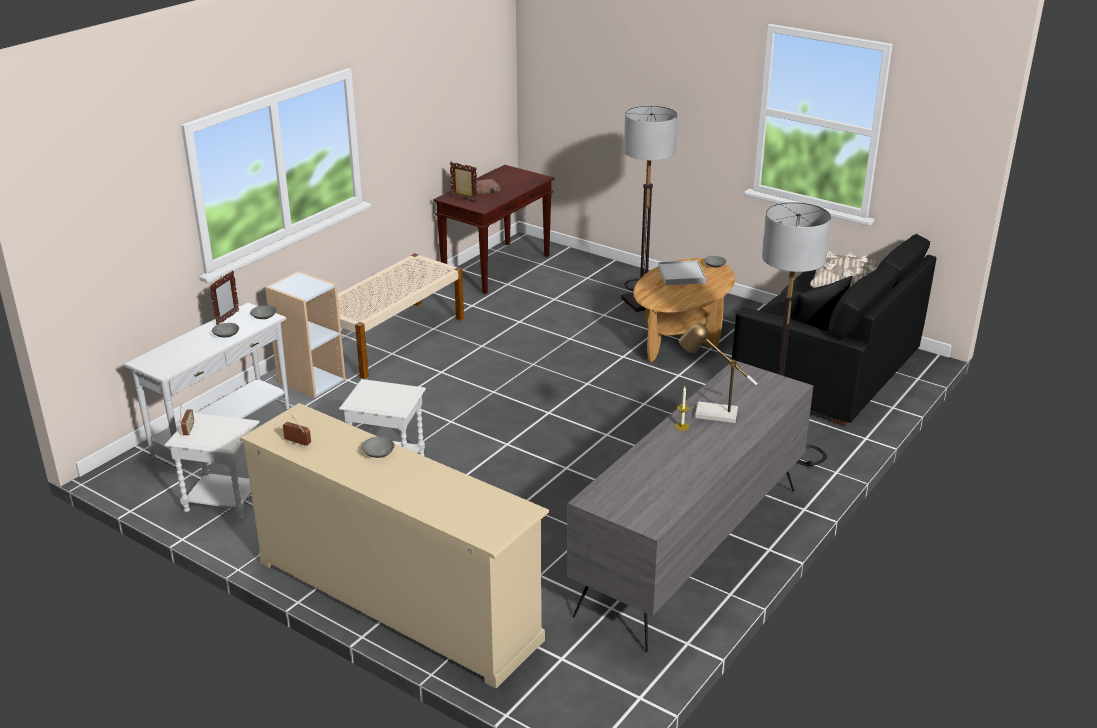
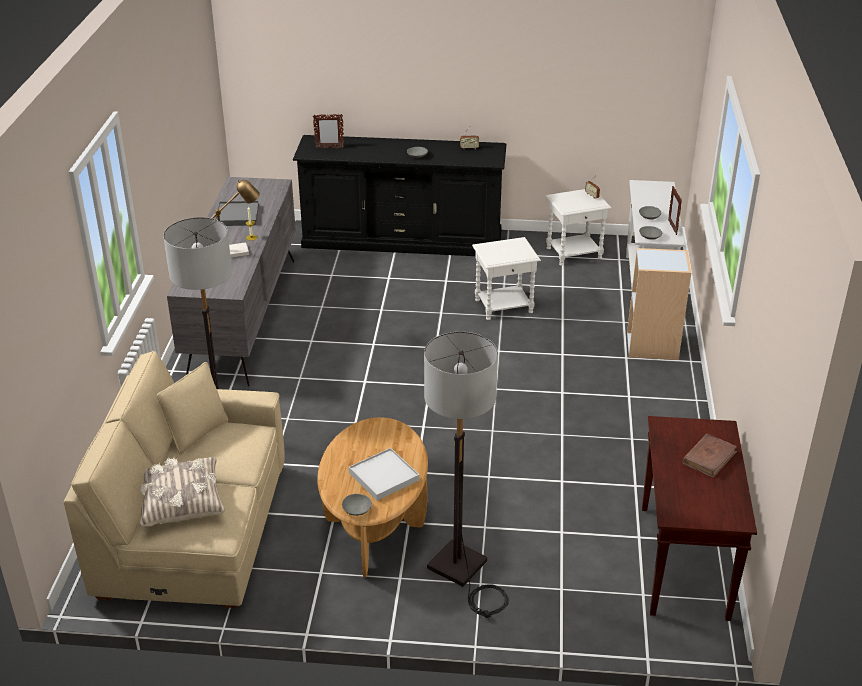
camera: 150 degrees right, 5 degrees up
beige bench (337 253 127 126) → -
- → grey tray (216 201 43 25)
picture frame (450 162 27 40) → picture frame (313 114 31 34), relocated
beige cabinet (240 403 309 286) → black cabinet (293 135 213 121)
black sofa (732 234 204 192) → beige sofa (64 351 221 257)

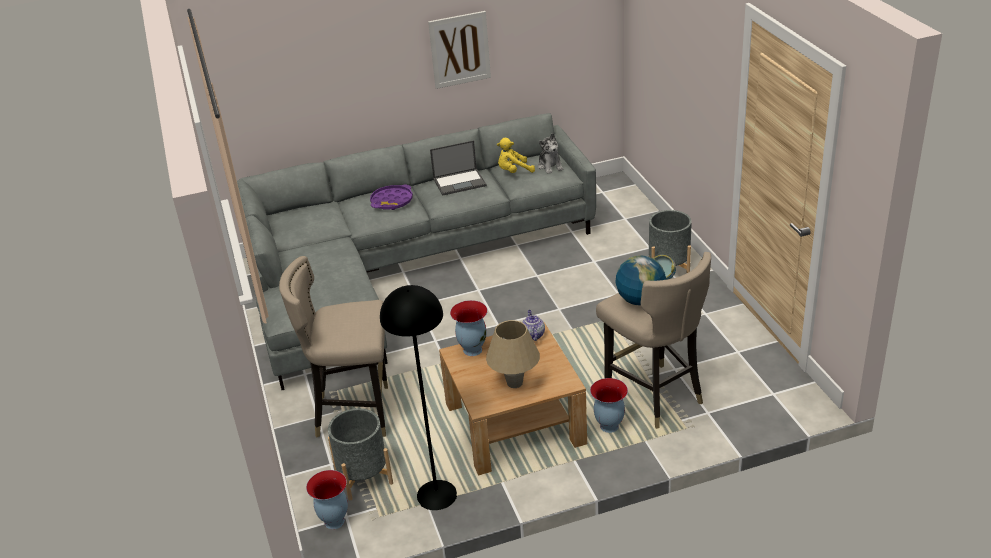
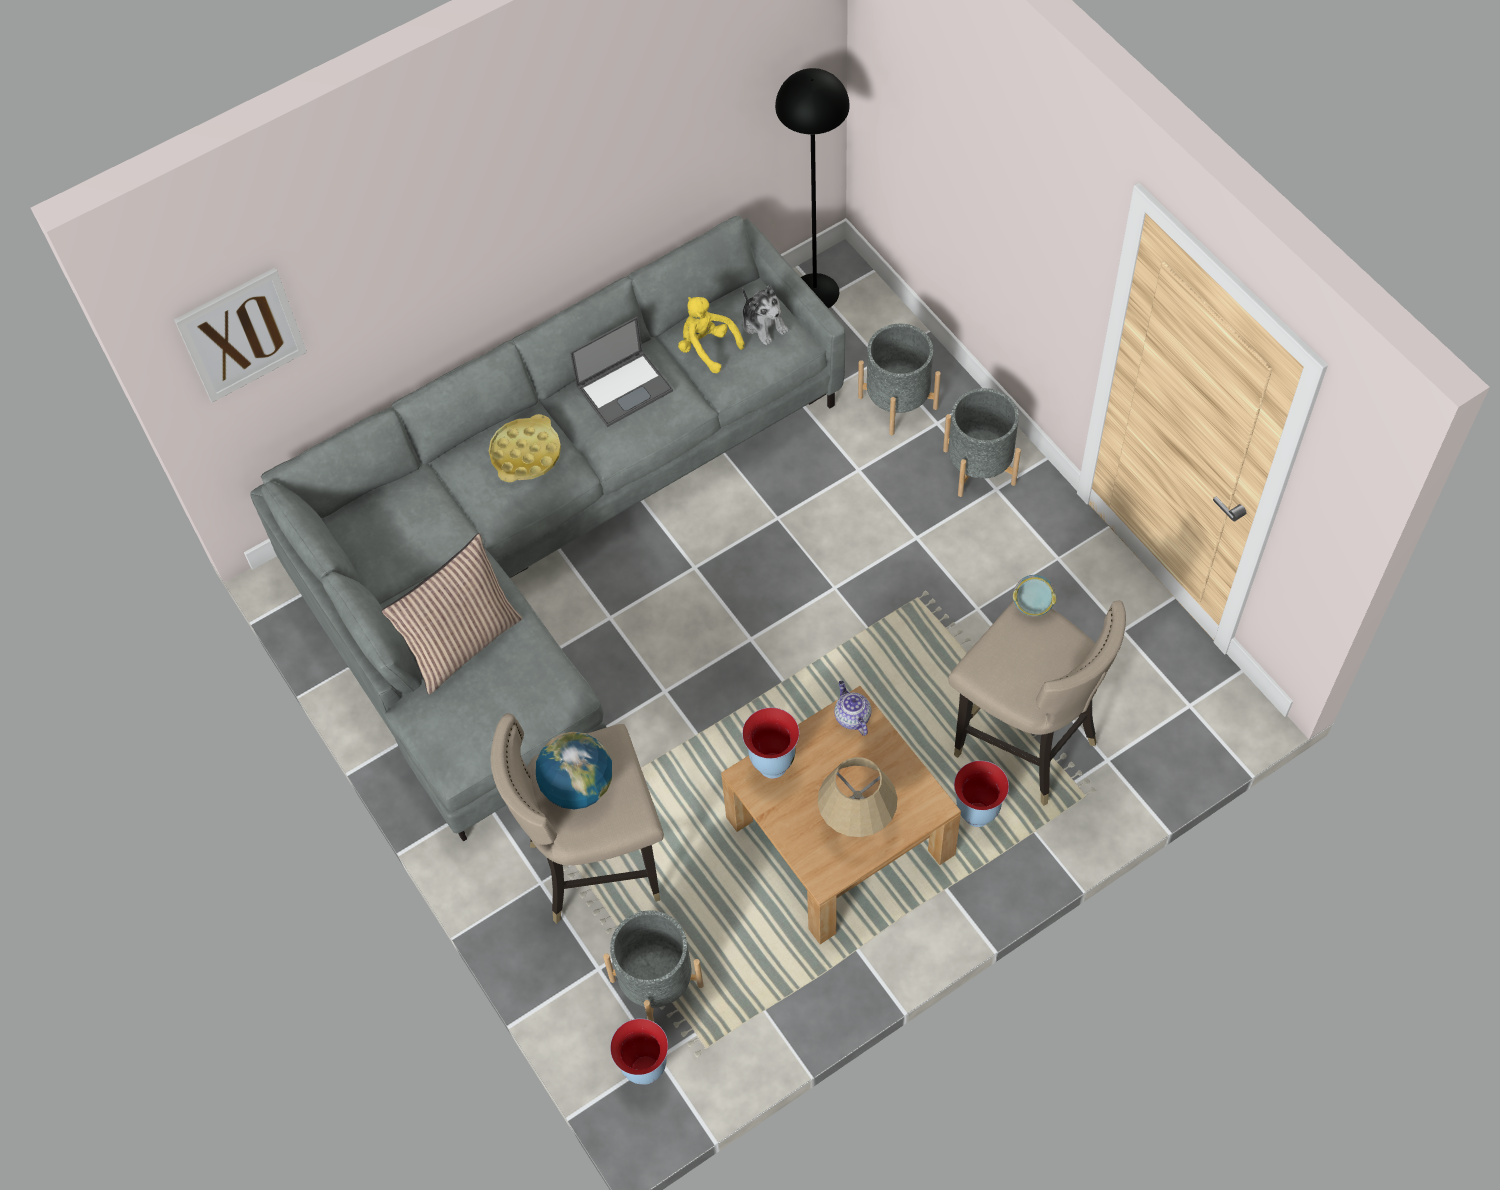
camera: 15 degrees left, 25 degrees up
- → pillow (382 533 141 161)
- → grey planter (858 324 83 111)
black floor lamp (380 285 77 225) → black floor lamp (775 68 75 240), relocated
picture (428 11 63 78) → picture (174 268 133 135), relocated
globe (615 255 51 51) → globe (536 731 76 78), relocated
purple tray (370 185 43 25) → yellow tray (489 414 72 68)
yellow plush toy (497 138 38 35) → yellow plush toy (678 297 67 76), 75 degrees clockwise

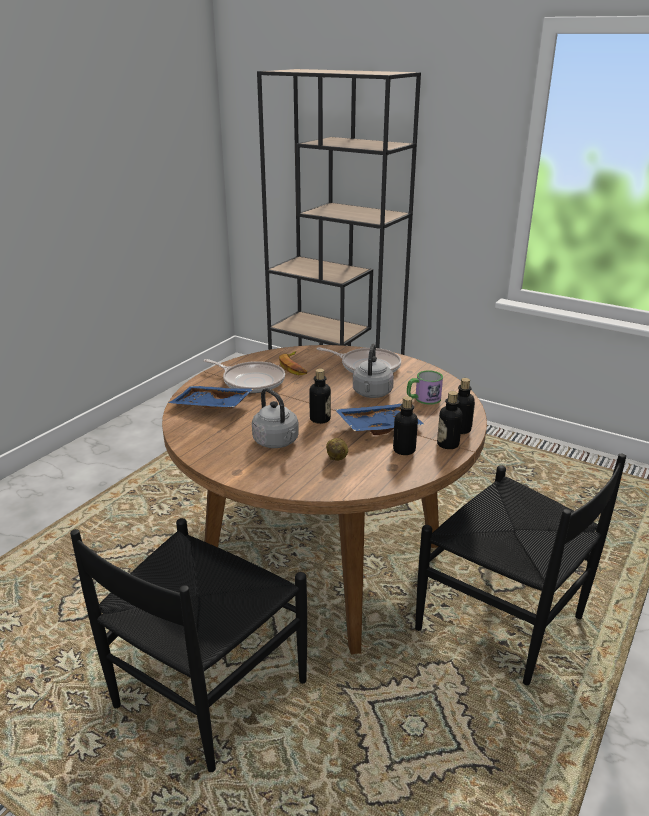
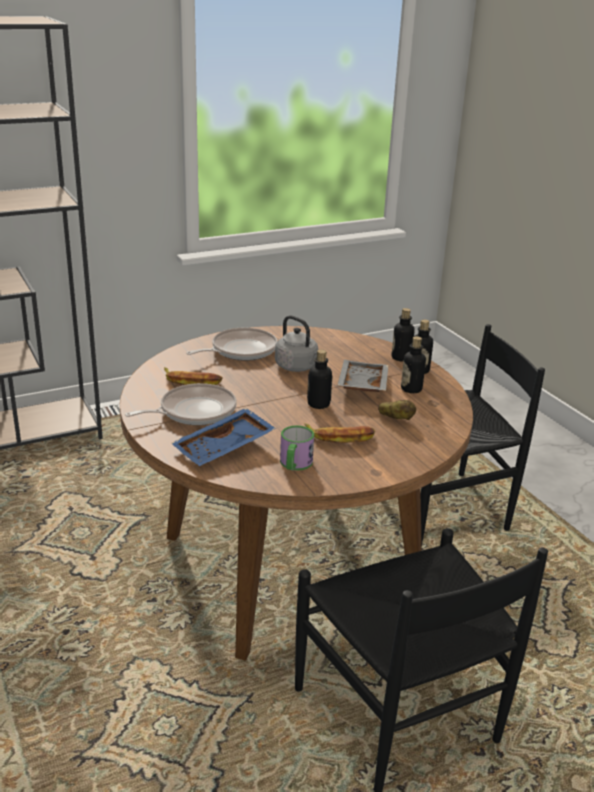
camera: 60 degrees left, 0 degrees up
mug (407 370 36 35) → mug (280 425 34 46), relocated
grey kettle (252 388 47 60) → banana (305 423 70 20)
blue tray (335 404 90 31) → grey tray (337 360 52 32)

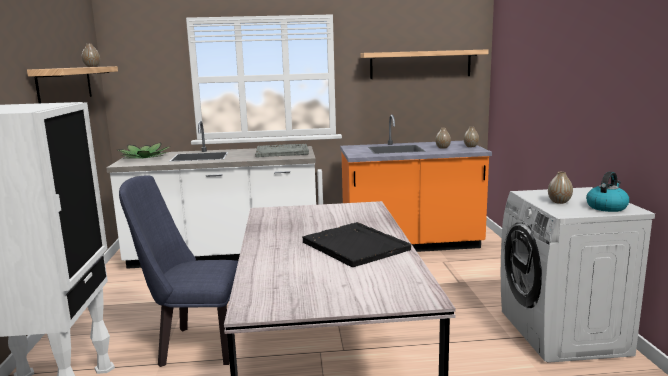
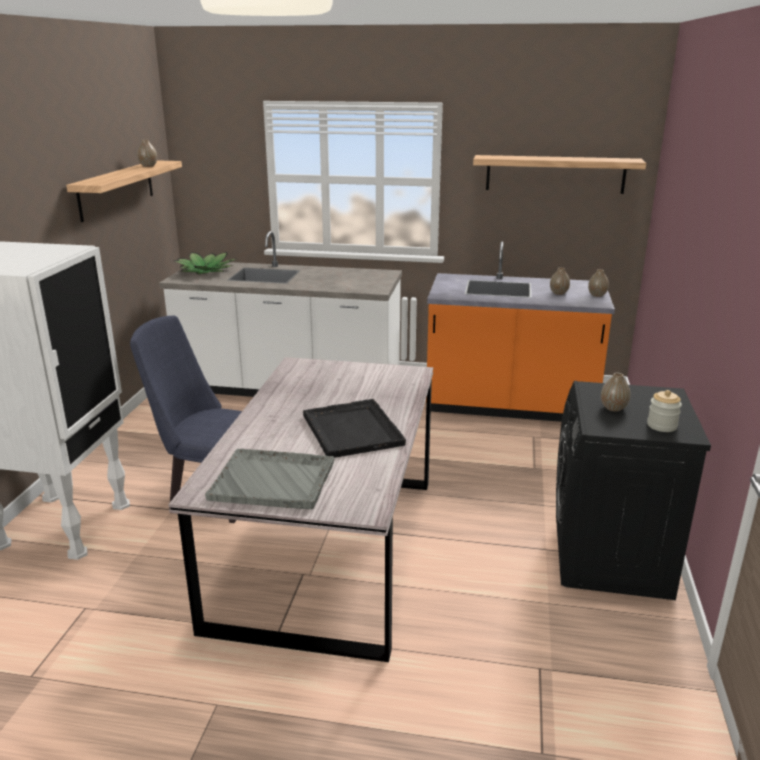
camera: 15 degrees right, 10 degrees up
grey tray (255 144 54 13) → grey tray (205 449 129 60), relocated
kettle (586 171 44 41) → jar (647 390 35 42)
white washing machine (501 187 154 176) → black washing machine (556 381 155 219)

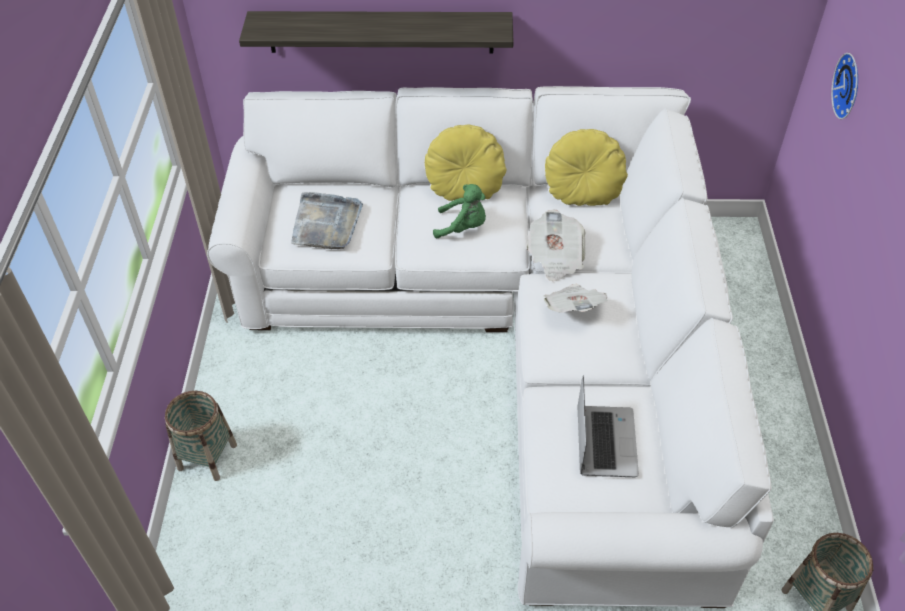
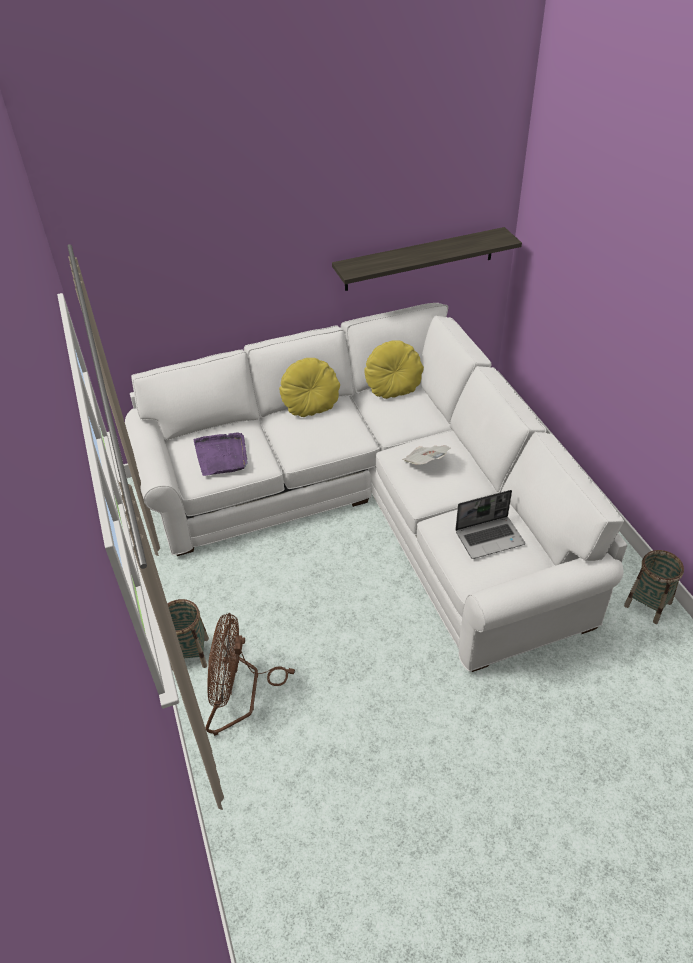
camera: 20 degrees left, 5 degrees down
green plush toy (433 184 53 54) → -
newspaper (526 210 59 72) → -
wall clock (831 53 27 66) → -
- → brown fan (206 613 90 123)
shelf (239 11 275 43) → shelf (332 227 190 64), relocated
grey tray (291 192 72 57) → purple tray (193 432 55 44)
laptop (578 375 61 102) → laptop (455 490 70 69), 90 degrees clockwise

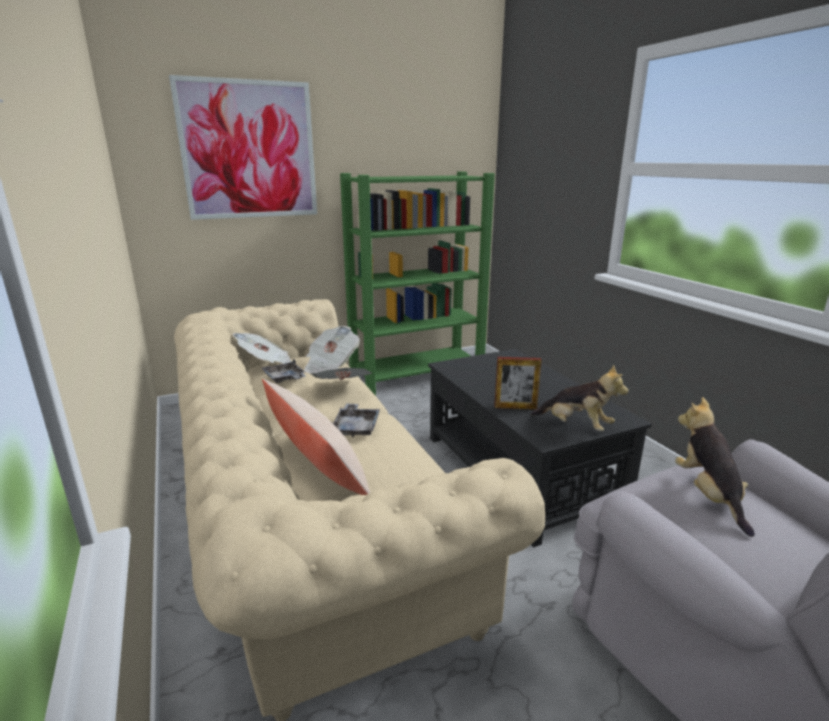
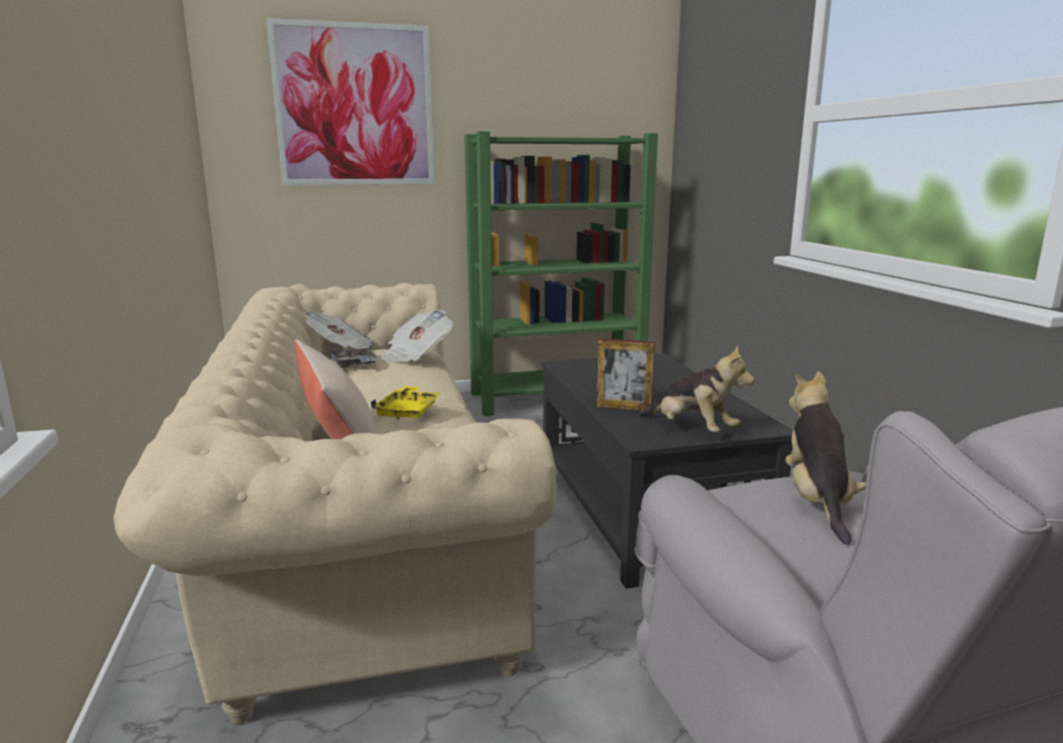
camera: 10 degrees right, 5 degrees down
newspaper (309 368 63 12) → -
grey tray (333 403 47 34) → yellow tray (371 386 70 34)

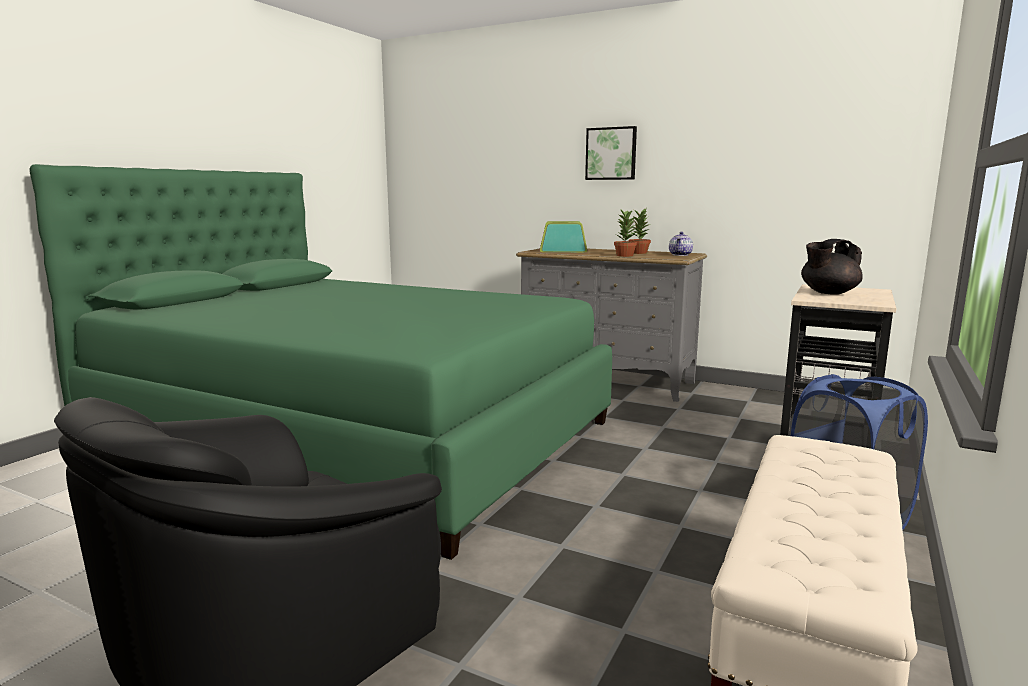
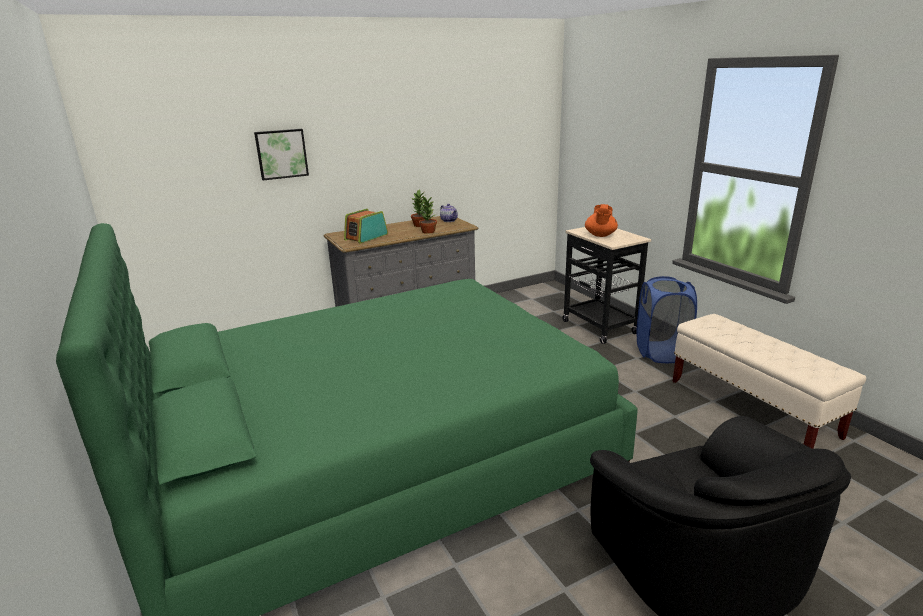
camera: 55 degrees left, 10 degrees up
picture (585 126 52 54) → picture (254 129 55 51), relocated
black teapot (801 239 62 56) → orange teapot (585 204 33 33)

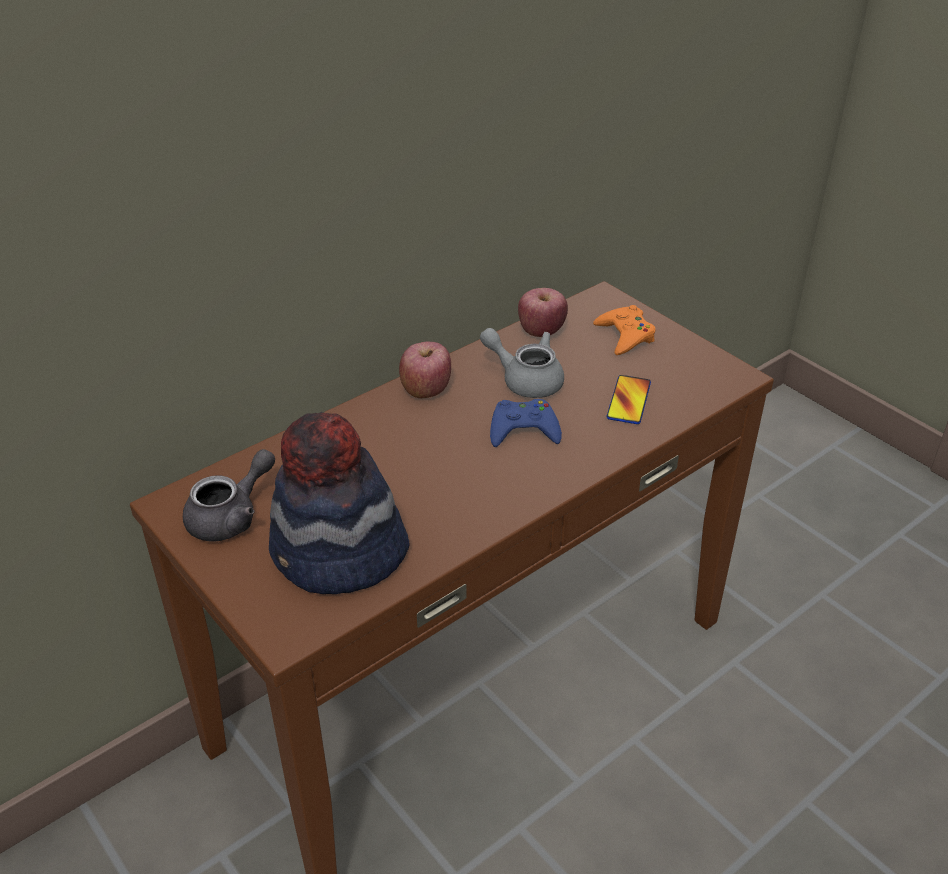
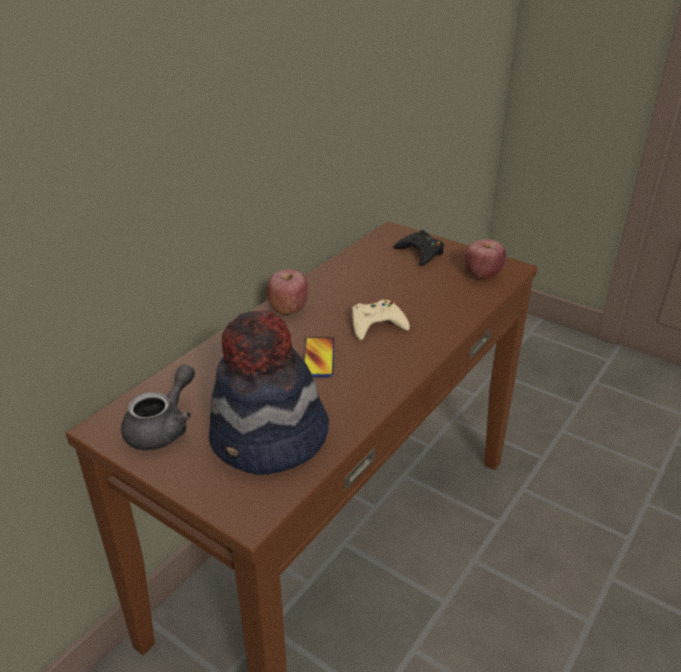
camera: 15 degrees left, 5 degrees down
grey teapot (480 328 84 70) → -
apple (518 288 50 49) → apple (464 239 42 40), relocated
phone (607 375 44 49) → phone (304 337 30 40), relocated
blue game controller (490 399 72 48) → beige game controller (352 300 58 40)
orange game controller (593 305 62 50) → black game controller (394 230 50 36)

